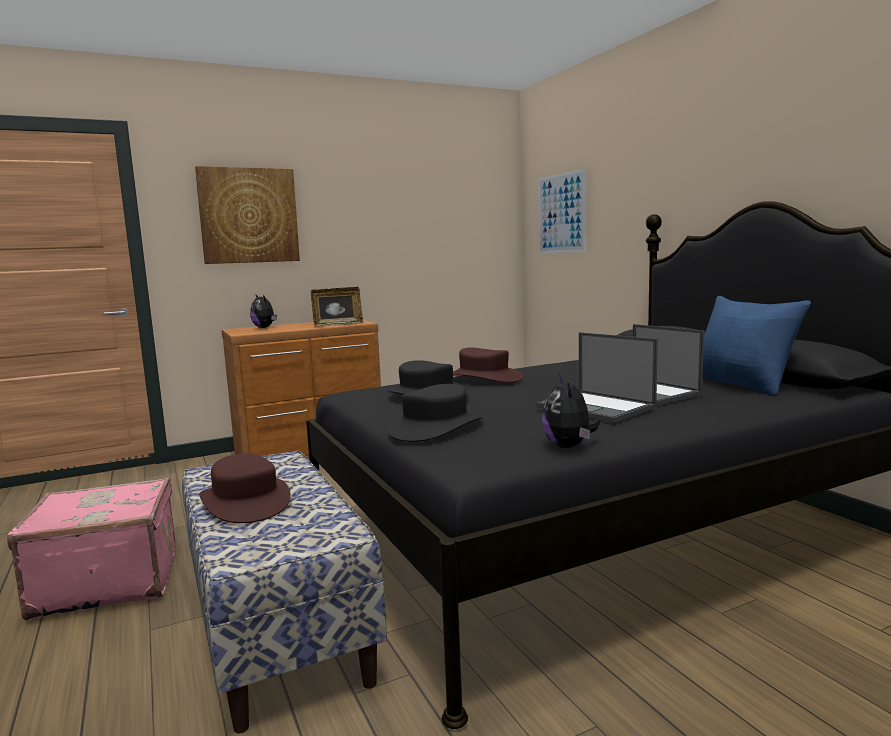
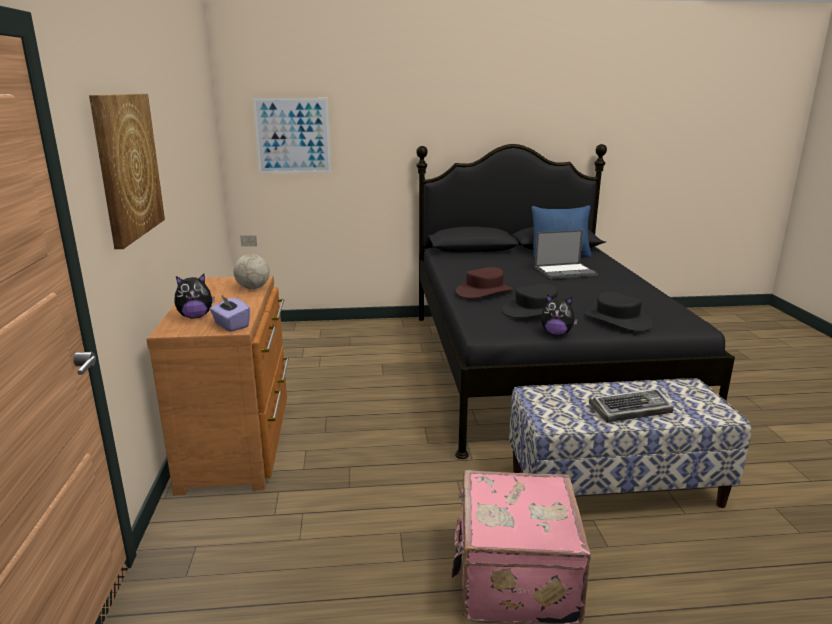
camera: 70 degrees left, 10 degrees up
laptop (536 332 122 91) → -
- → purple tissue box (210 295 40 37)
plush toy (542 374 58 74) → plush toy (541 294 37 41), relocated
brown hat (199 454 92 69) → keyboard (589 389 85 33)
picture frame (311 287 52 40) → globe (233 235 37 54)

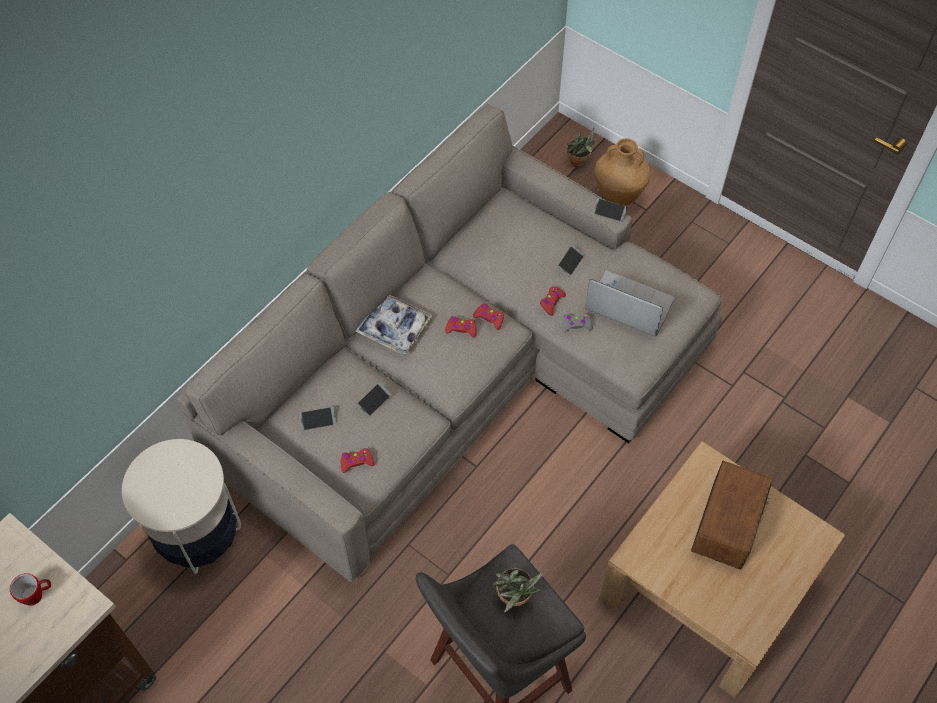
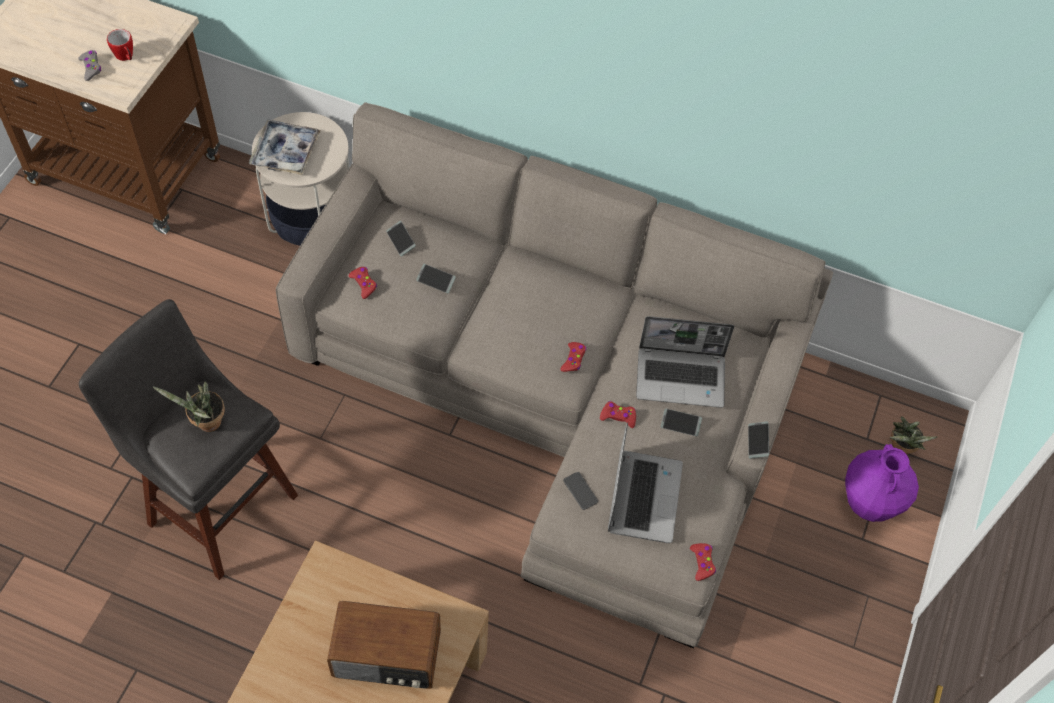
camera: 70 degrees right, 0 degrees up
- → phone (563 472 35 38)
- → laptop (636 316 98 92)
tray (355 295 78 60) → tray (249 120 72 55), relocated
red game controller (445 316 32 22) → red game controller (690 543 26 38), relocated
grey game controller (562 313 31 20) → grey game controller (78 50 23 31), relocated
brown vase (594 138 57 68) → purple vase (845 444 74 78)

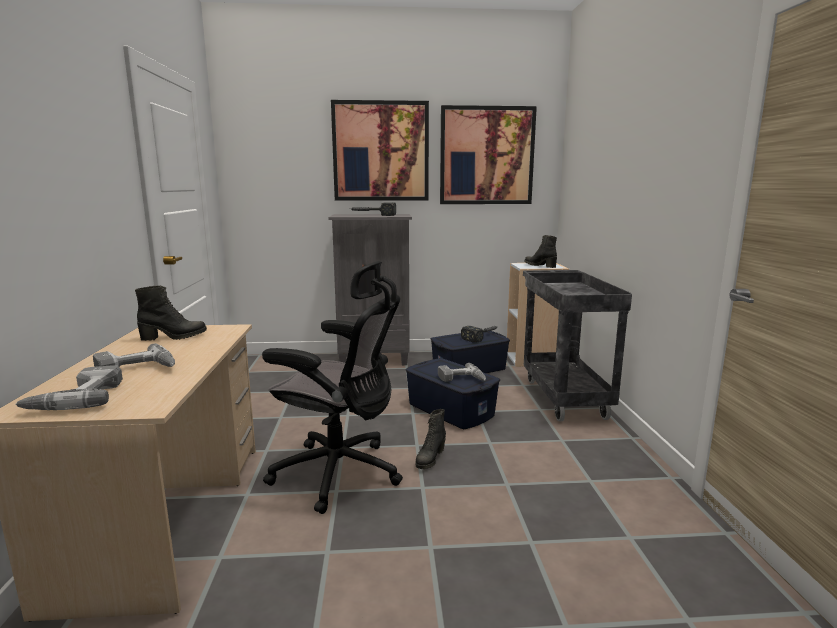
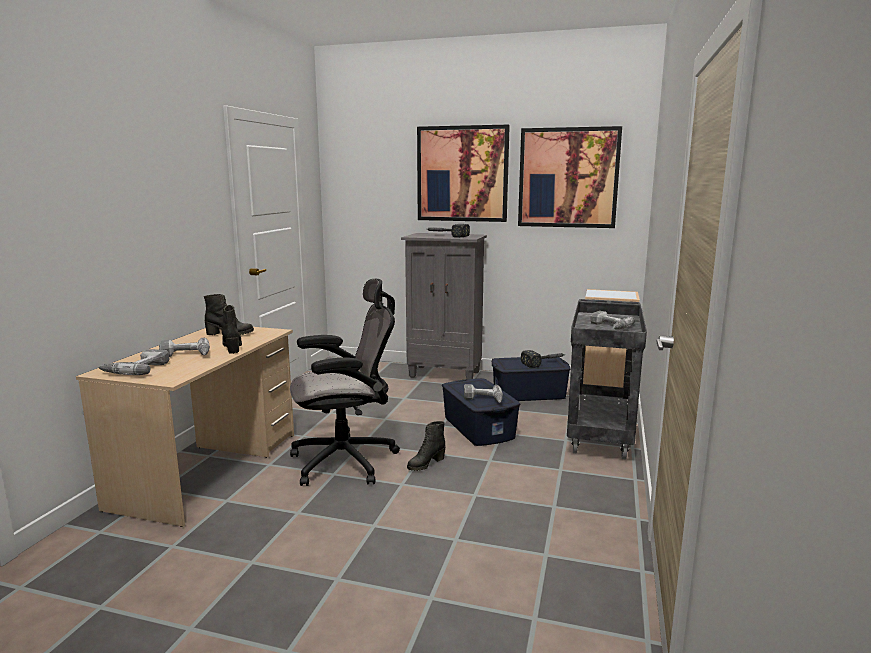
camera: 20 degrees right, 0 degrees up
- → power drill (590 311 45 18)
black boot (524 235 33 33) → black boot (222 305 20 49), relocated
office chair (262 261 141 253) → office chair (290 279 110 207), 60 degrees counterclockwise

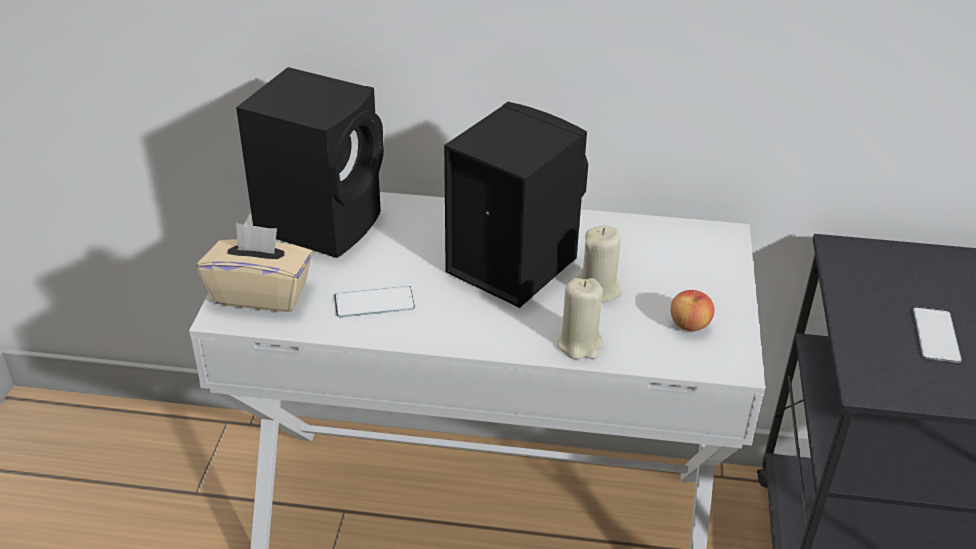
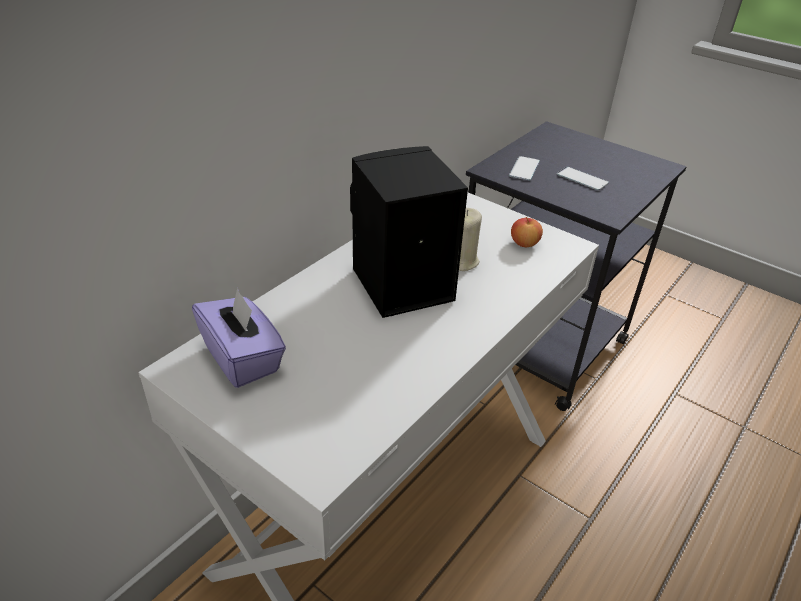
camera: 60 degrees left, 0 degrees up
beige tissue box (197 223 116 89) → -
beige candle (557 278 46 82) → -
phone (334 286 81 31) → phone (509 156 31 25), relocated
black speaker (236 67 148 191) → purple tissue box (192 288 94 100)

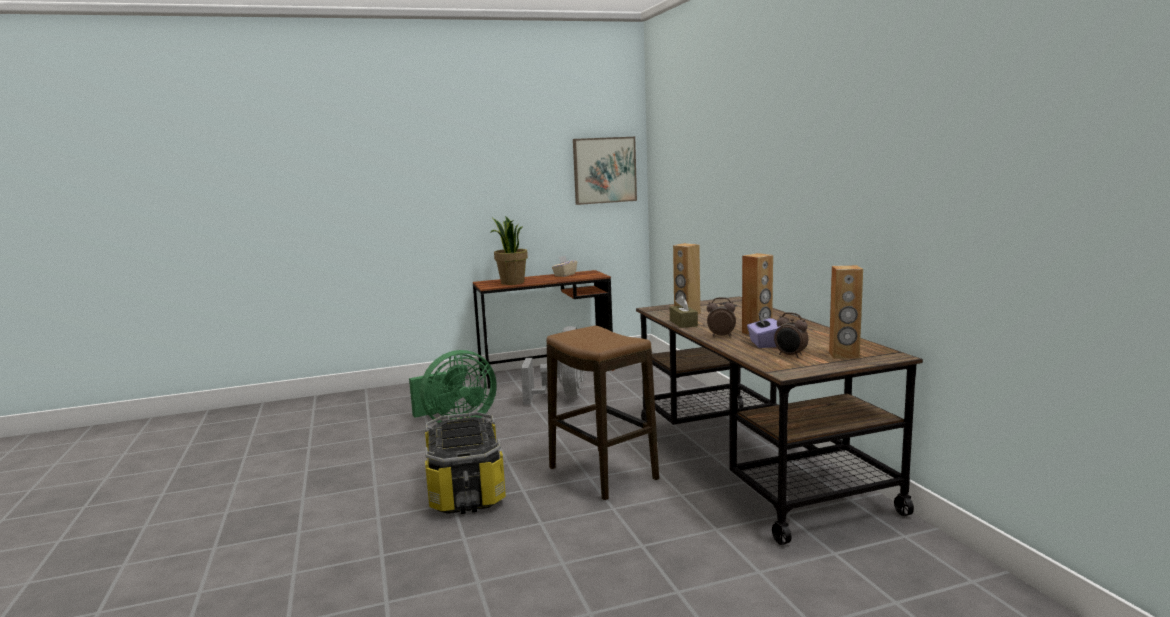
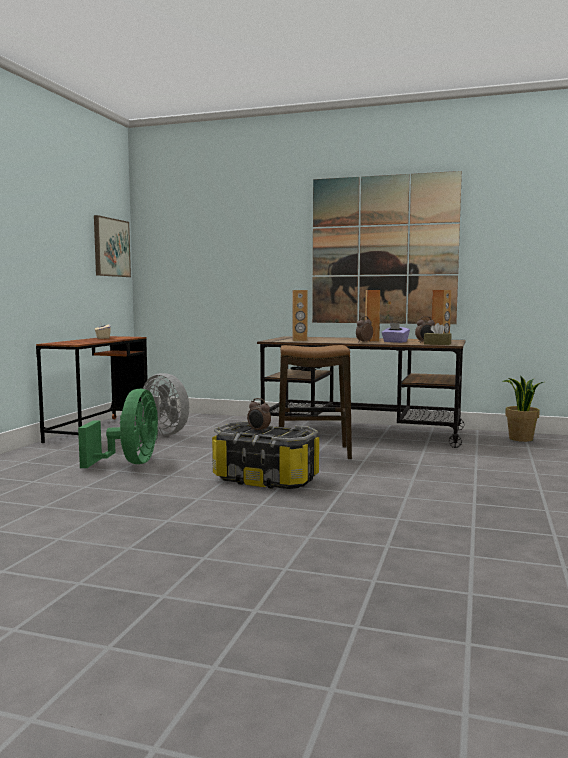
camera: 55 degrees left, 5 degrees down
- → alarm clock (247 398 24 35)
- → picture (312 171 150 153)
potted plant (490 216 38 69) → potted plant (502 376 41 66), relocated
brown tissue box (670 295 28 33) → brown tissue box (424 323 27 22), relocated

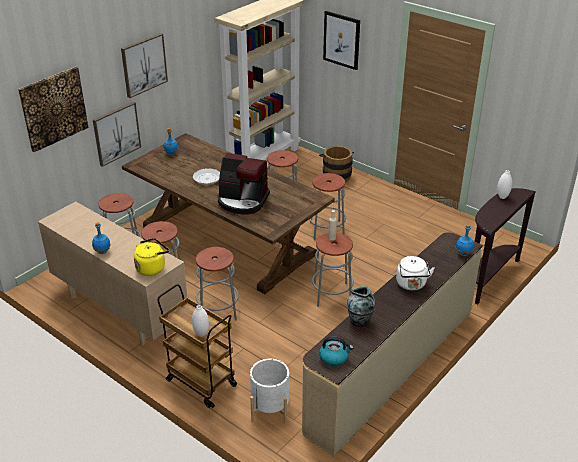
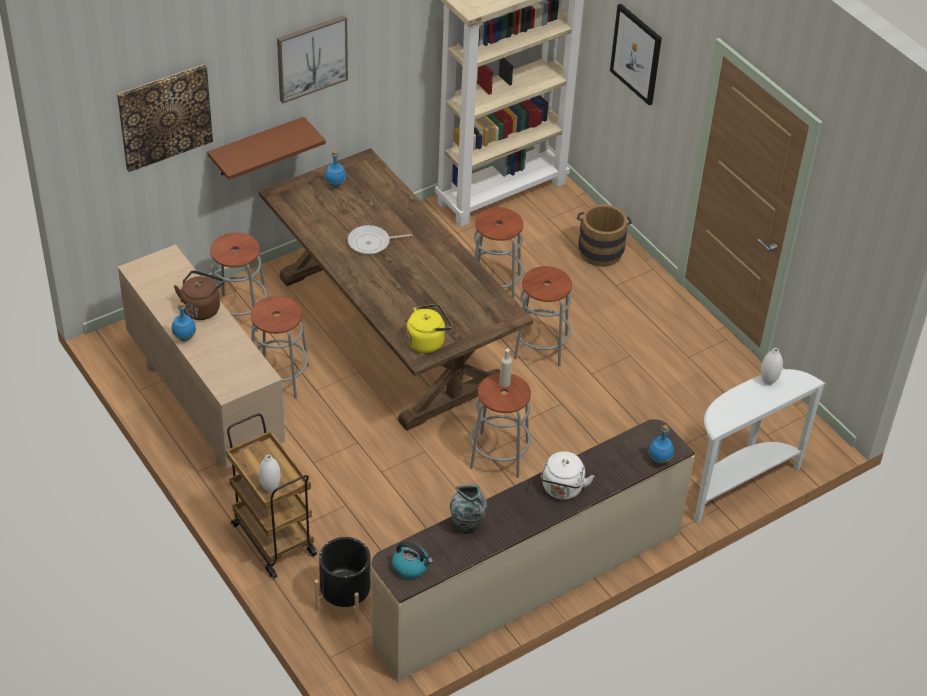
camera: 15 degrees right, 10 degrees up
grey stool (196 247 43 74) → -
coffee machine (218 153 52 62) → -
- → brown kettle (174 271 50 49)
yellow kettle (134 238 35 38) → yellow kettle (406 304 46 49), relocated
picture (93 102 48 65) → brown shelf (207 117 119 63)
white planter (250 359 39 65) → black planter (315 537 57 87)
brown console table (475 188 61 116) → white console table (694 369 132 154)

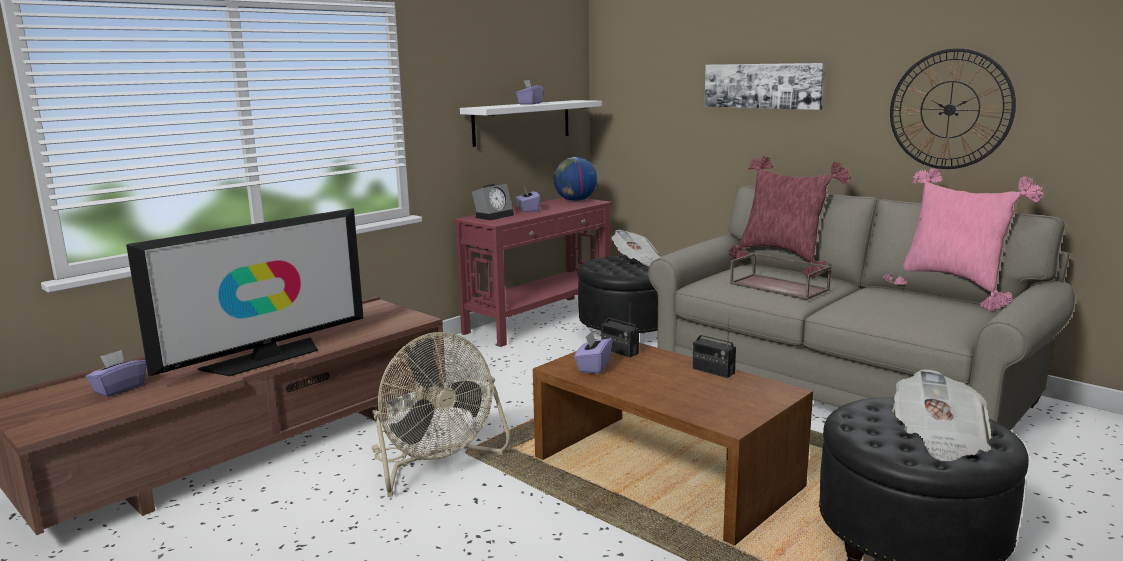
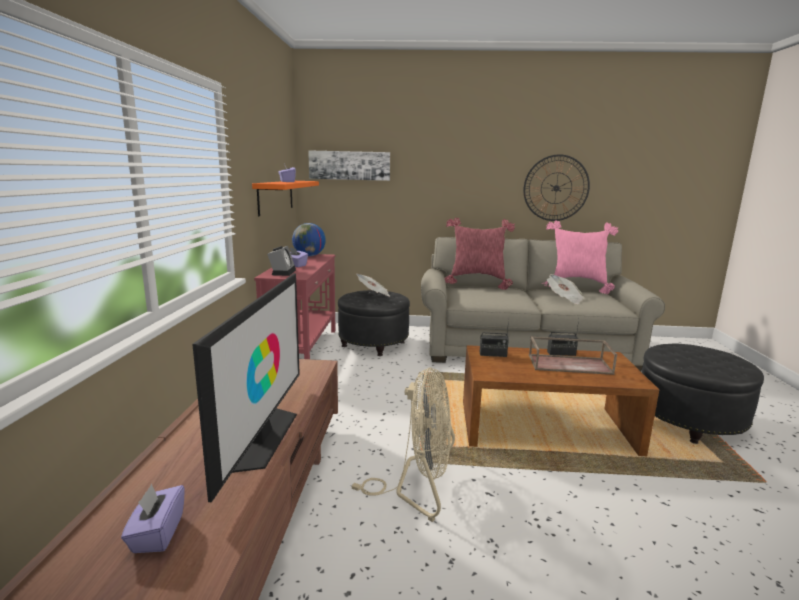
camera: 40 degrees left, 0 degrees up
purple tissue box (574 331 39 43) → -
picture (704 63 121 47) → picture (308 150 82 31), relocated
brown tray (730 253 102 47) → brown tray (529 337 88 38), relocated
newspaper (893 369 98 92) → newspaper (547 274 38 30), relocated
white shelf (460 100 142 47) → orange shelf (252 181 67 35)

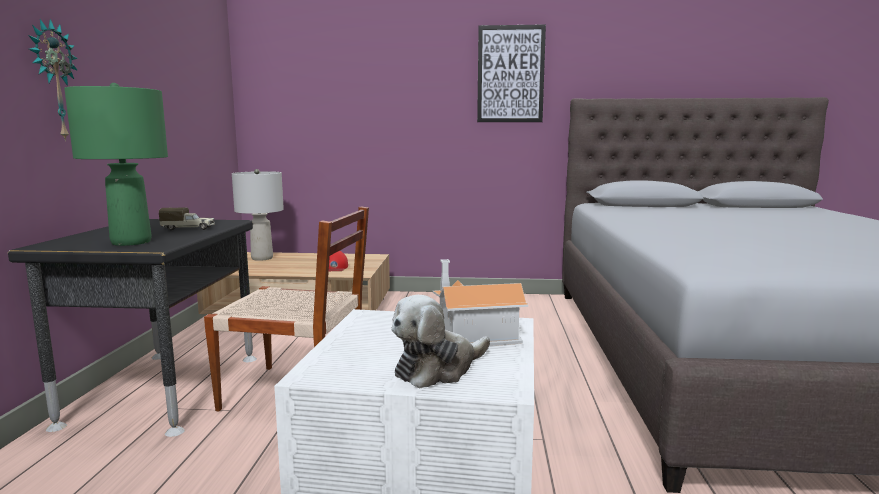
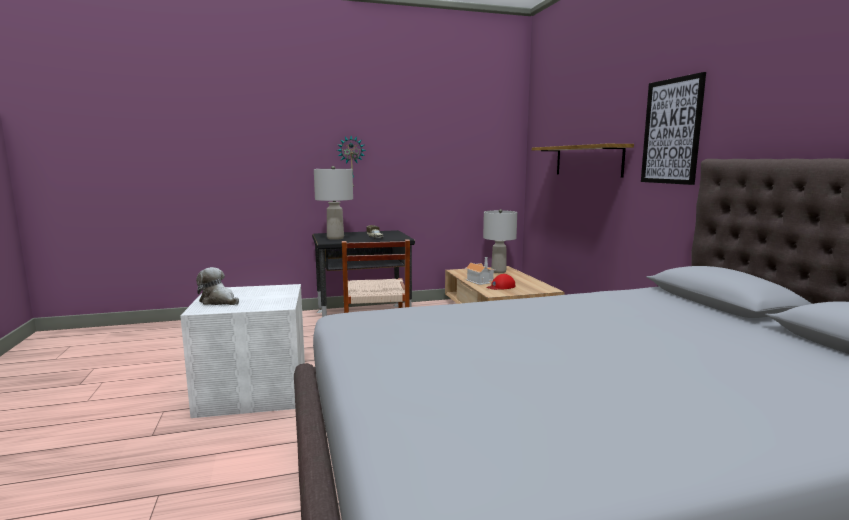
camera: 70 degrees right, 0 degrees up
- → shelf (532 144 102 34)
toy house (433 259 95 87) → toy house (465 257 30 28), relocated
green table lamp (64 83 104 163) → grey table lamp (314 166 39 74)

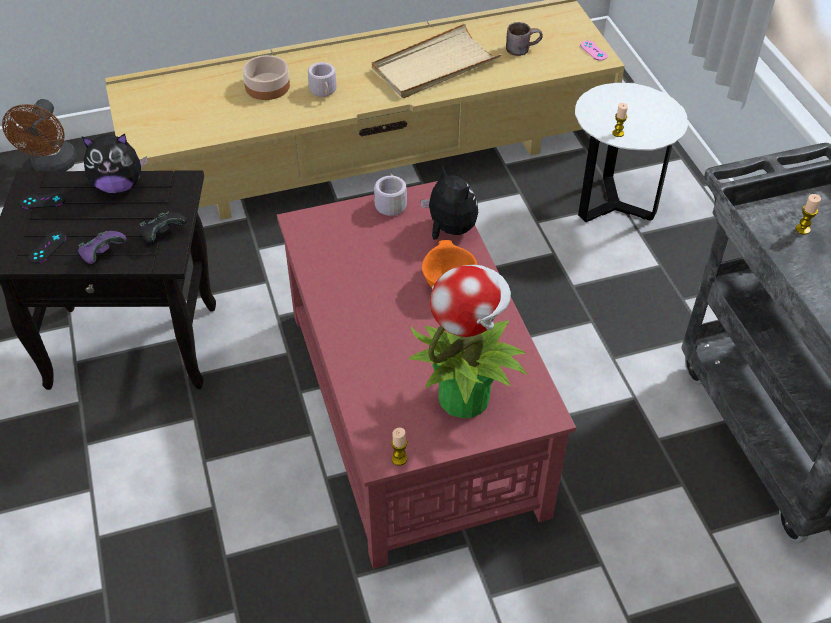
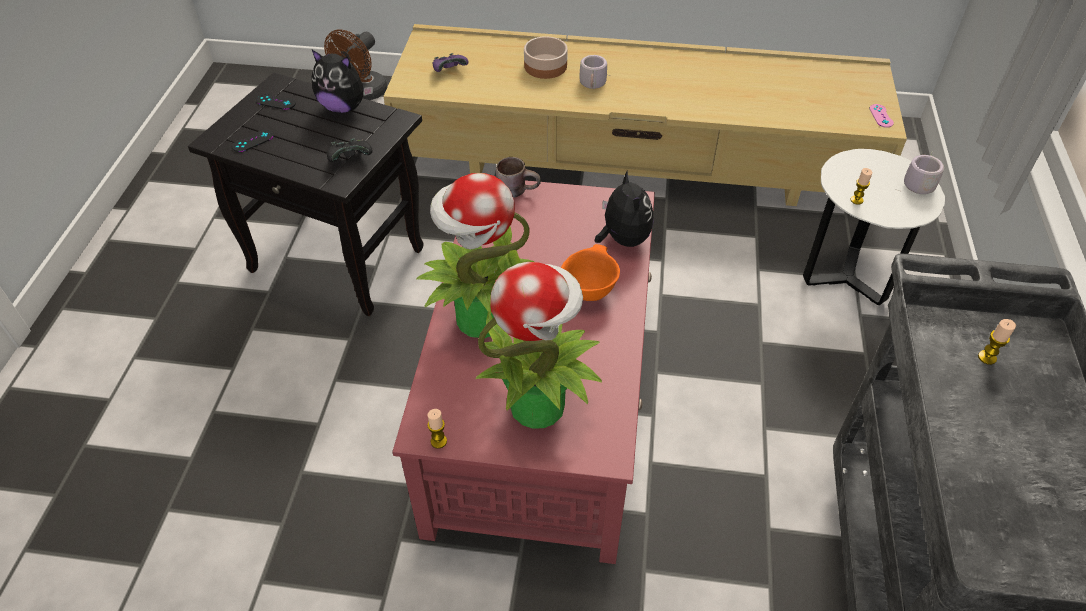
camera: 25 degrees right, 0 degrees up
beige tray (372 23 130 75) → -
- → potted plant (416 173 118 165)
purple game controller (78 231 49 33) → purple game controller (433 53 36 19), relocated
grey mug (369 174 38 44) → grey mug (895 153 49 41), relocated
brown mug (506 22 37 34) → brown mug (496 157 45 41), relocated

